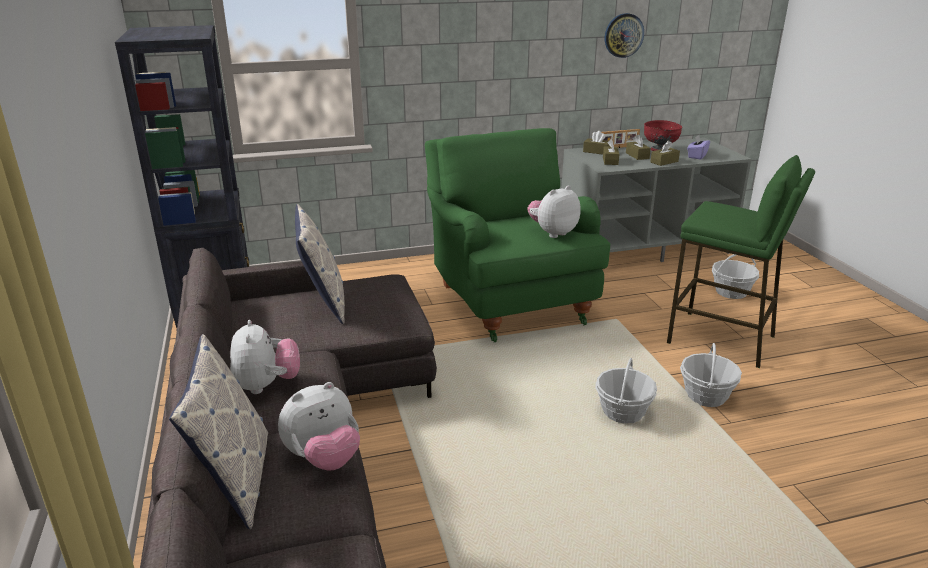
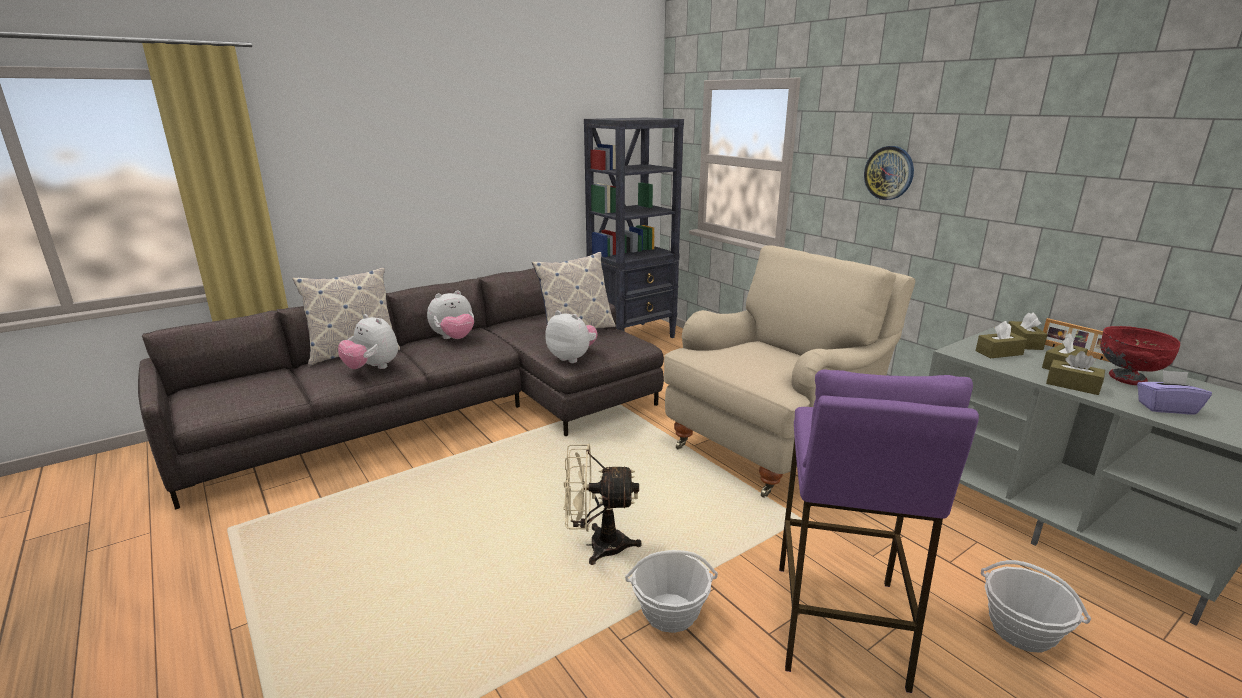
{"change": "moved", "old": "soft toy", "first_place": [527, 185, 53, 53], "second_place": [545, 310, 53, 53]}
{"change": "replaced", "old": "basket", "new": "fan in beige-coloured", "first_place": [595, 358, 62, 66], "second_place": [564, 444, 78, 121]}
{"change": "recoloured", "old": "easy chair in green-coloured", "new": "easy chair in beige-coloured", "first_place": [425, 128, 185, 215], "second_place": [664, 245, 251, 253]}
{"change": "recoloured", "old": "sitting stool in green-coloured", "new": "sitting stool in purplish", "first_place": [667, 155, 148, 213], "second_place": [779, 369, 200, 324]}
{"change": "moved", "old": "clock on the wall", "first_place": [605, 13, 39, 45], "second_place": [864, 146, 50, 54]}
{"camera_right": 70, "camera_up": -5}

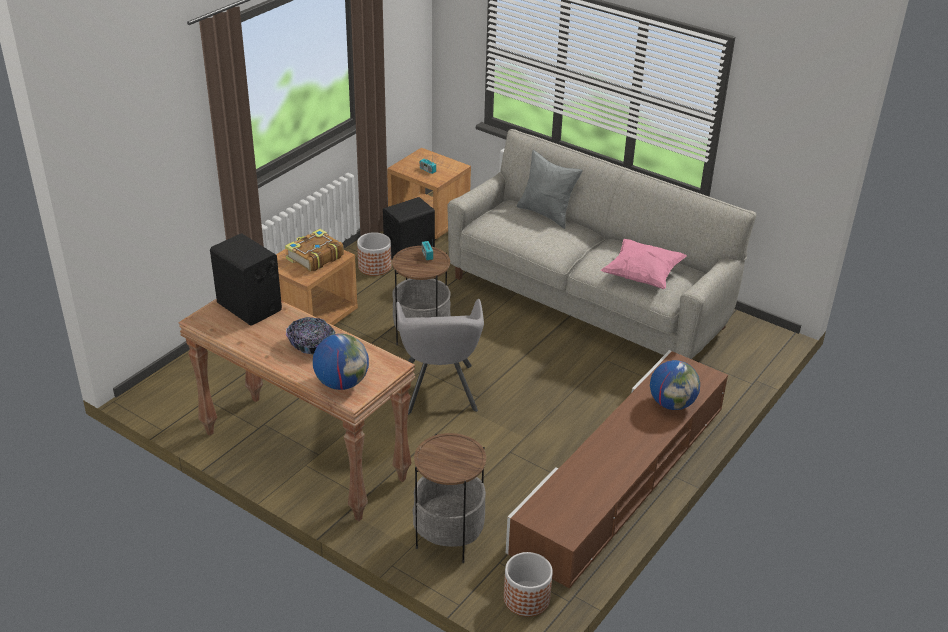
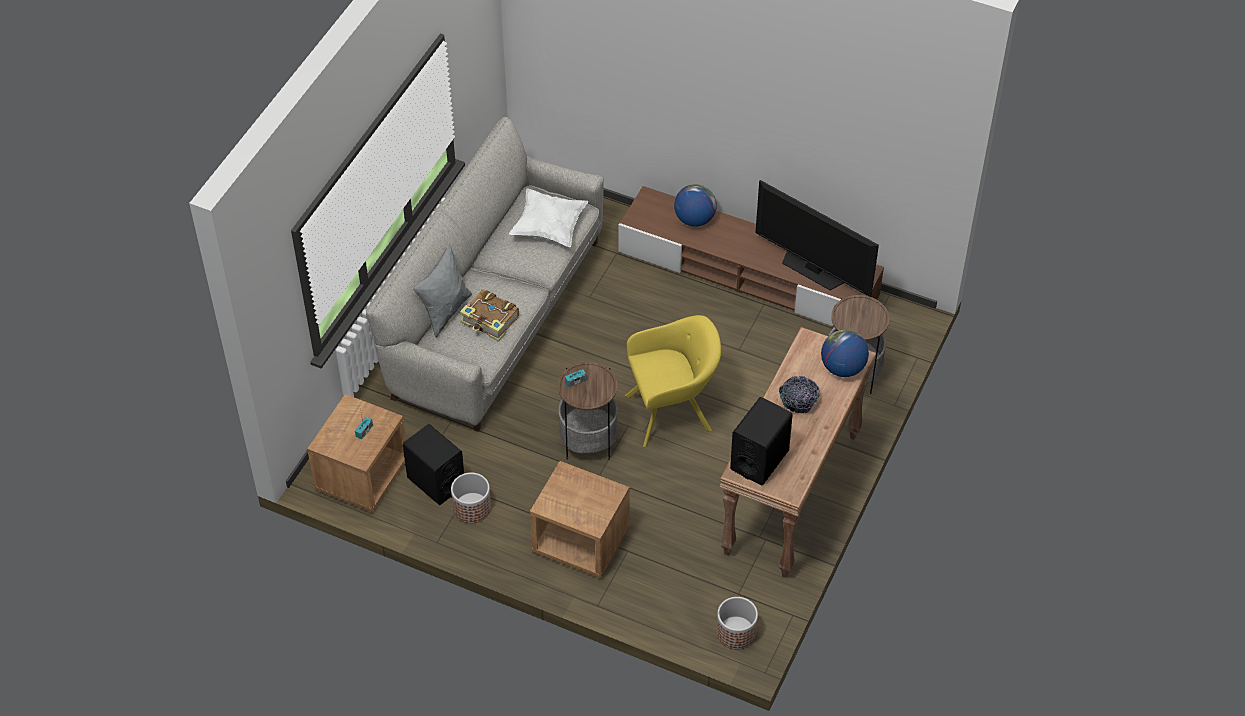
{"change": "moved", "old": "bound book", "first_place": [285, 229, 59, 43], "second_place": [460, 290, 59, 52]}
{"change": "recoloured", "old": "cushion in pink-coloured", "new": "cushion in white-coloured", "first_place": [601, 239, 86, 50], "second_place": [509, 188, 79, 59]}
{"change": "recoloured", "old": "easy chair in greyish", "new": "easy chair in yellow-coloured", "first_place": [396, 299, 88, 116], "second_place": [625, 315, 96, 132]}
{"change": "moved", "old": "plant pot", "first_place": [504, 552, 49, 65], "second_place": [716, 597, 42, 53]}
{"change": "added", "new": "TV set", "second_place": [755, 180, 124, 117]}
{"camera_right": -100, "camera_up": 15}

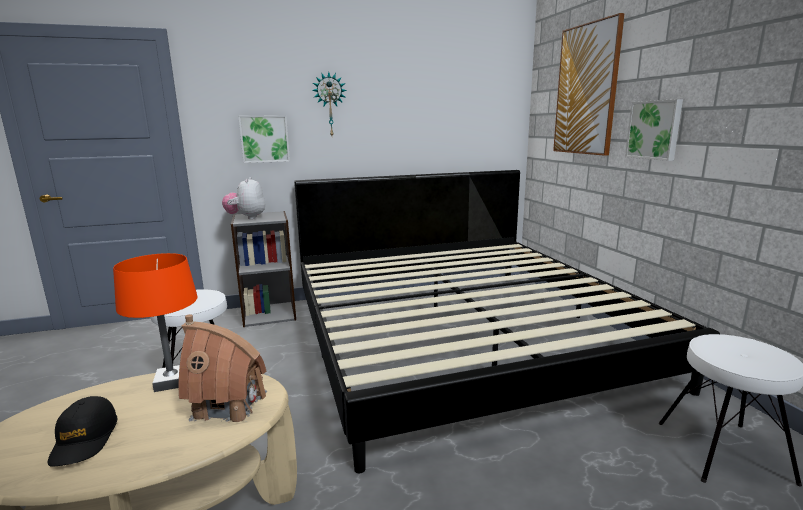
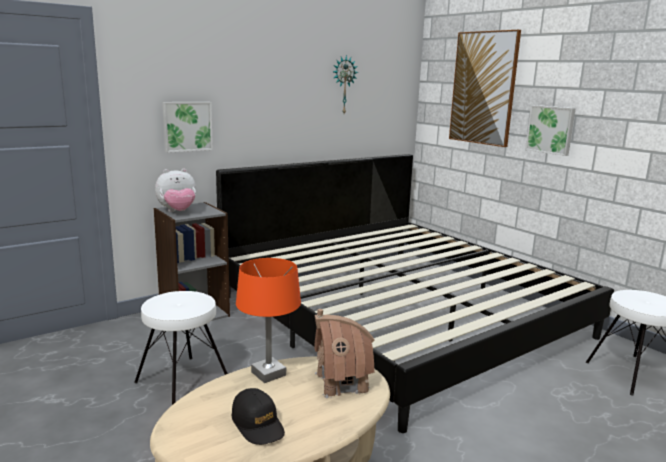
{"change": "turned", "old": "soft toy", "first_place": [222, 177, 43, 42], "second_place": [155, 168, 41, 44], "degrees": -90}
{"change": "moved", "old": "clock on the wall", "first_place": [312, 72, 35, 64], "second_place": [333, 55, 25, 59]}
{"camera_right": -20, "camera_up": 0}

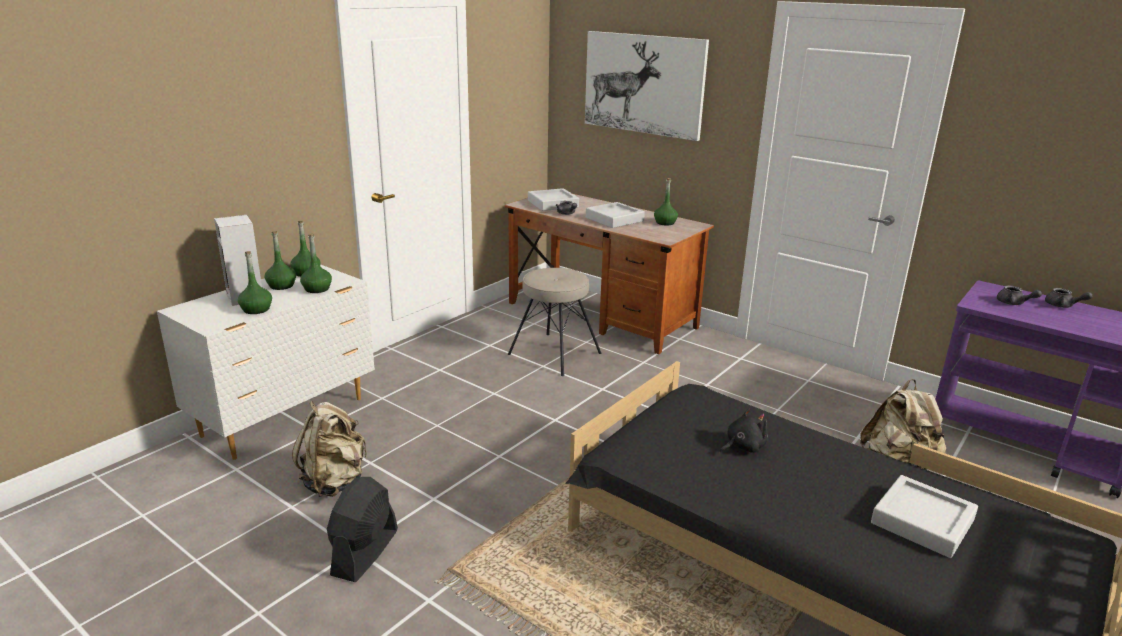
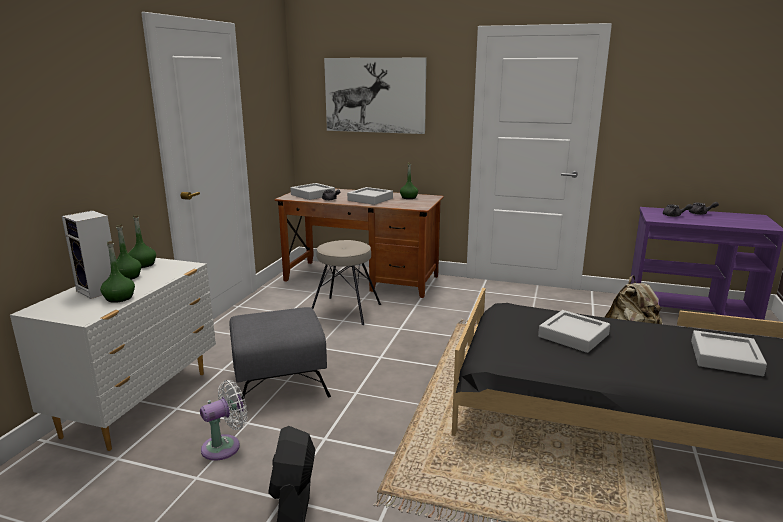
{"change": "replaced", "old": "backpack in beige-coloured", "new": "fan in white-coloured", "first_place": [292, 401, 75, 96], "second_place": [200, 380, 48, 81]}
{"change": "added", "new": "pouffe in greyish", "second_place": [230, 307, 101, 106]}
{"change": "replaced", "old": "soft toy in blackish", "new": "tray in greyish", "first_place": [719, 408, 49, 45], "second_place": [538, 310, 72, 43]}
{"change": "removed", "old": "beverage bottle in green-coloured", "first_place": [300, 234, 32, 59]}
{"camera_right": -20, "camera_up": -5}

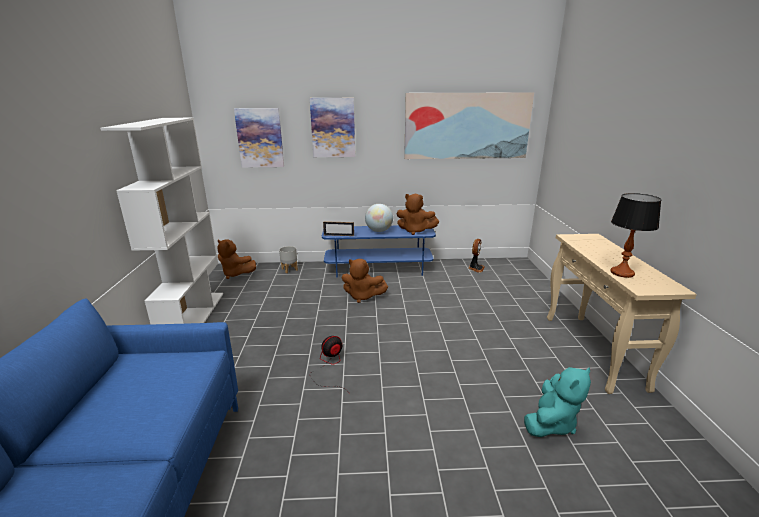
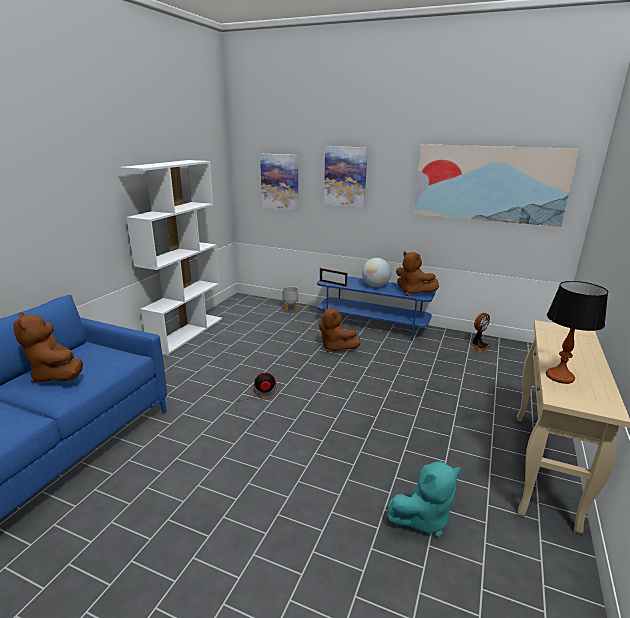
{"change": "moved", "old": "soft toy in brownish", "first_place": [218, 239, 38, 40], "second_place": [13, 312, 70, 71]}
{"camera_right": 25, "camera_up": 0}

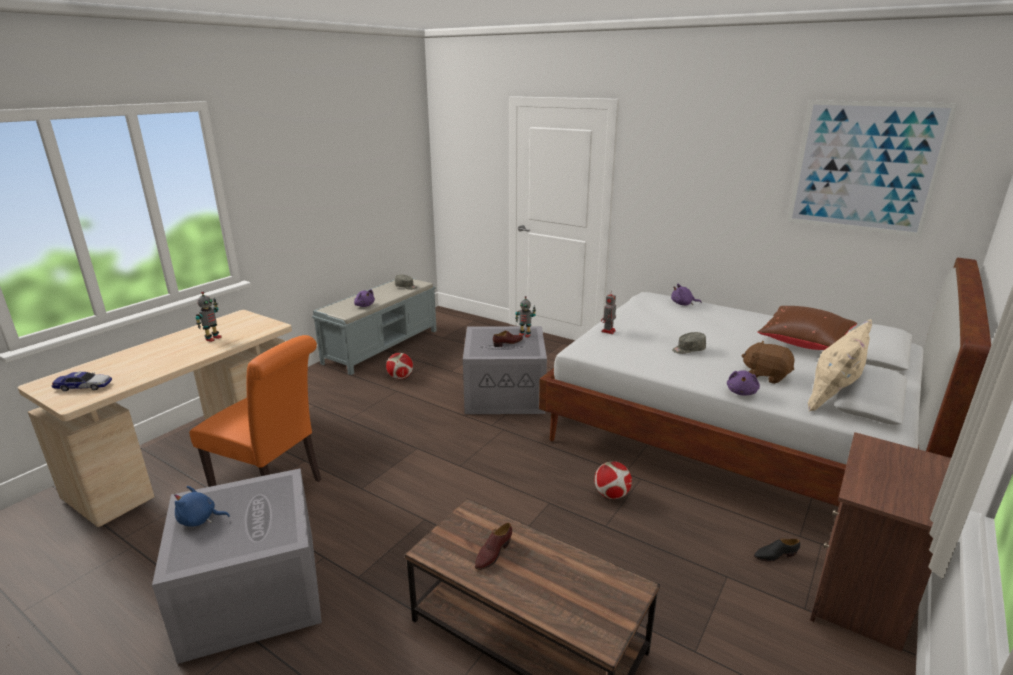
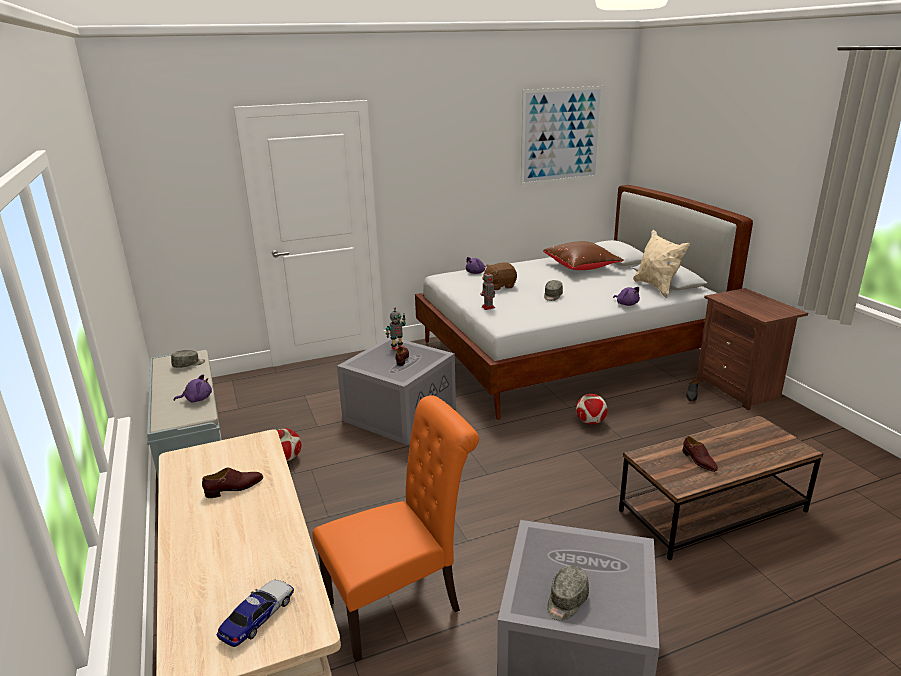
{"change": "replaced", "old": "robot figure", "new": "item of footwear in brownish", "first_place": [195, 291, 27, 51], "second_place": [202, 467, 61, 31]}
{"change": "moved", "old": "soft toy in brownish", "first_place": [741, 341, 54, 43], "second_place": [482, 262, 35, 28]}
{"change": "replaced", "old": "soft toy in blue", "new": "cap in greyish", "first_place": [174, 486, 56, 41], "second_place": [547, 566, 42, 55]}
{"camera_right": -55, "camera_up": 0}

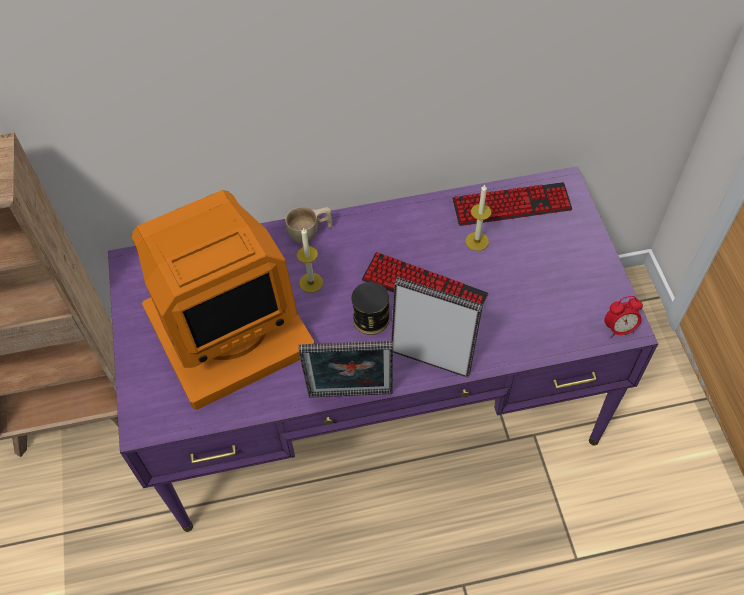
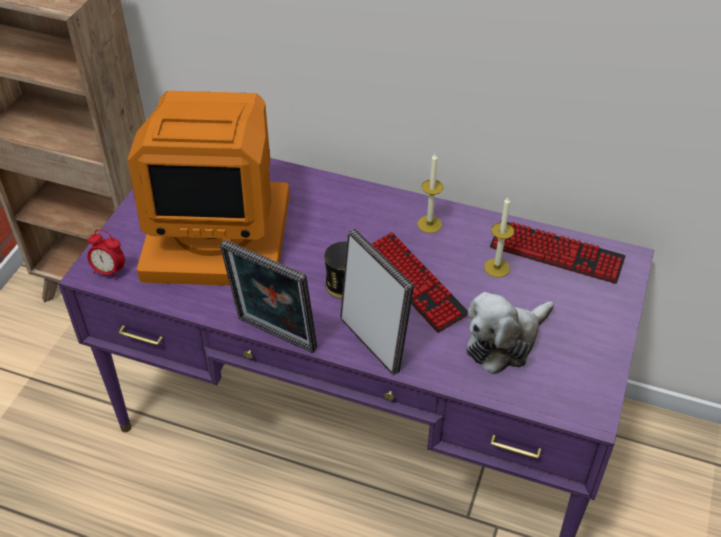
{"change": "moved", "old": "table clock", "first_place": [604, 296, 39, 42], "second_place": [87, 229, 38, 51]}
{"change": "moved", "old": "wax candle", "first_place": [297, 227, 26, 66], "second_place": [417, 154, 26, 79]}
{"change": "added", "new": "soft toy", "second_place": [466, 292, 88, 82]}
{"change": "removed", "old": "drinking cup in beige-coloured", "first_place": [285, 207, 48, 36]}
{"camera_right": 30, "camera_up": -10}

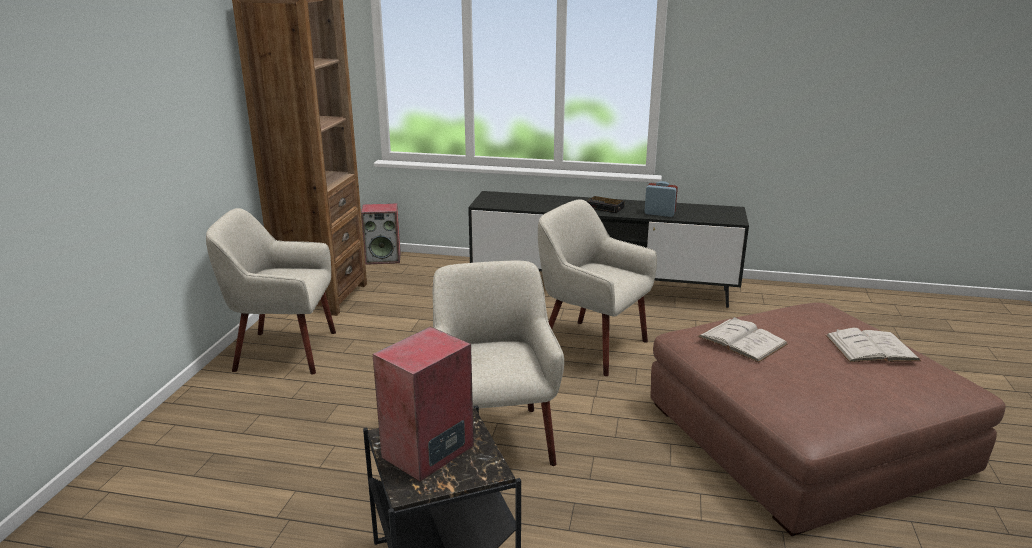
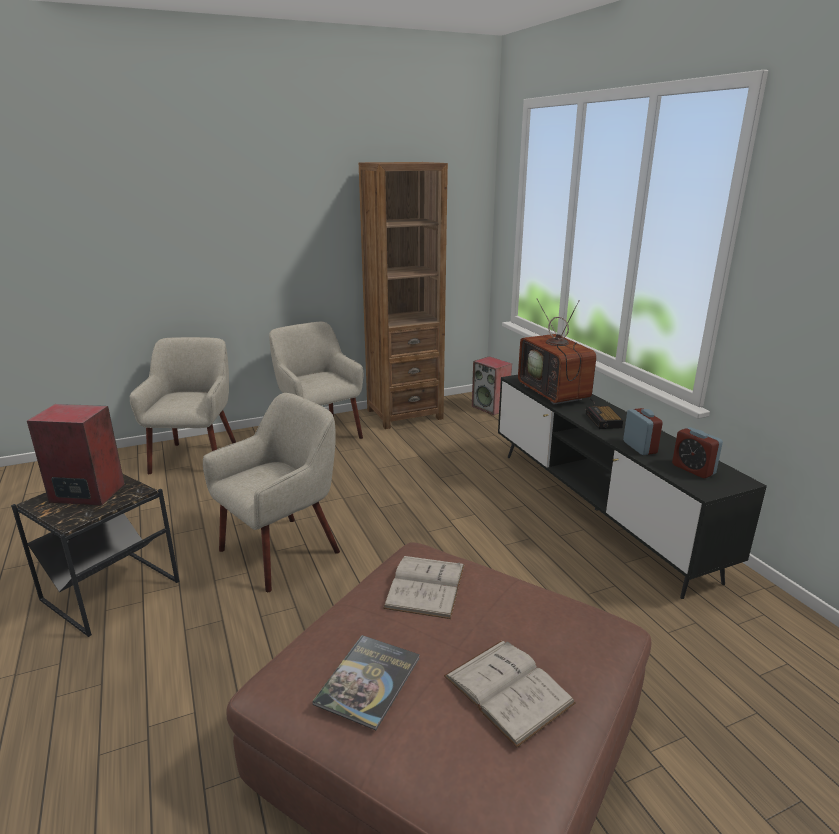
{"change": "moved", "old": "easy chair in beige-coloured", "first_place": [538, 199, 119, 177], "second_place": [130, 337, 106, 137]}
{"change": "added", "new": "bound book", "second_place": [312, 635, 108, 95]}
{"change": "added", "new": "TV set", "second_place": [518, 299, 78, 107]}
{"change": "added", "new": "table clock", "second_place": [672, 427, 51, 51]}
{"camera_right": 55, "camera_up": 0}

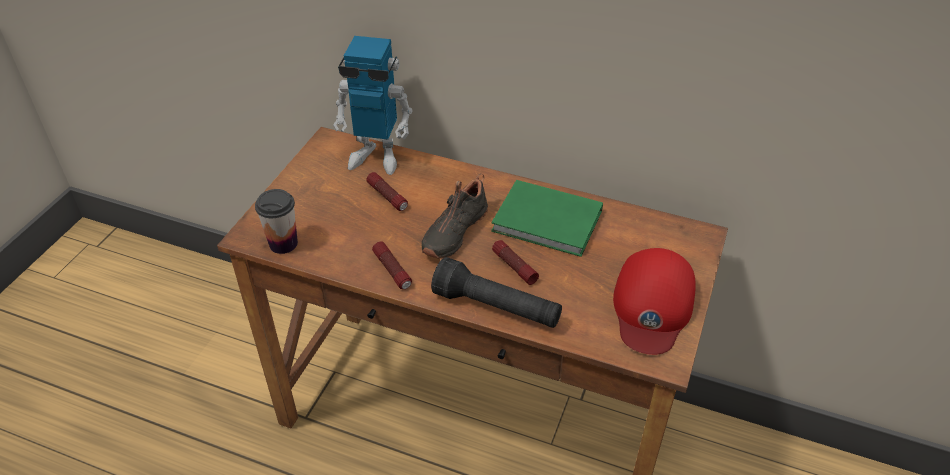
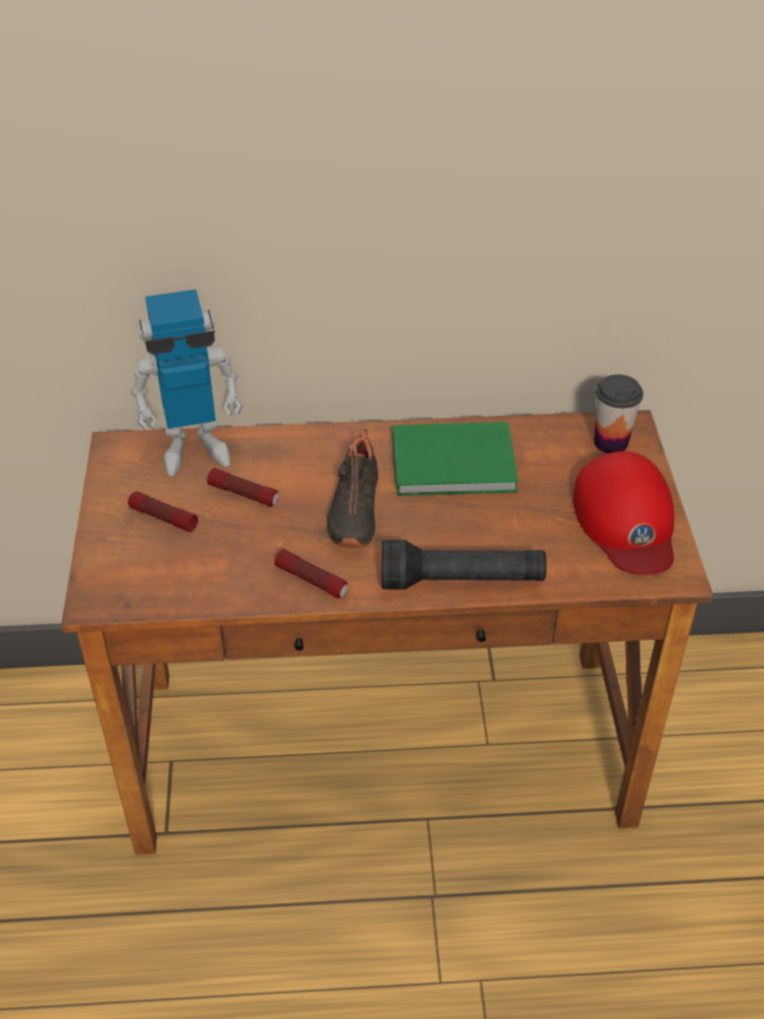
{"change": "moved", "old": "torch", "first_place": [492, 240, 47, 45], "second_place": [128, 491, 70, 41]}
{"change": "moved", "old": "drinking cup", "first_place": [255, 189, 43, 65], "second_place": [594, 374, 49, 79]}
{"camera_right": -25, "camera_up": 0}

